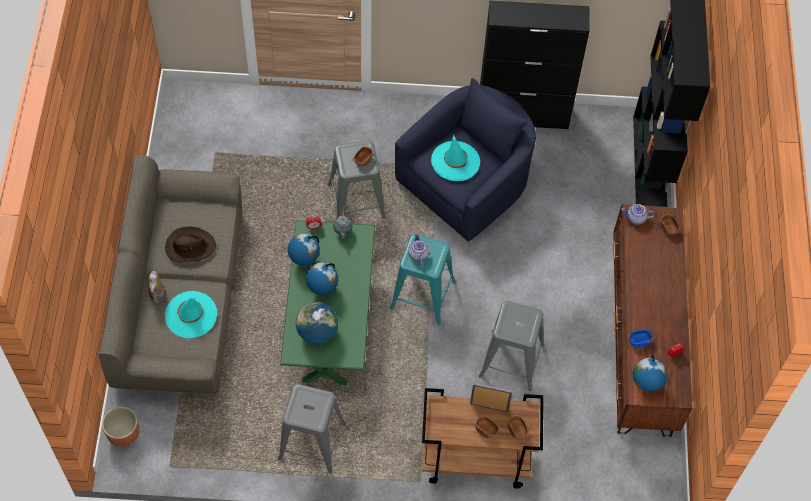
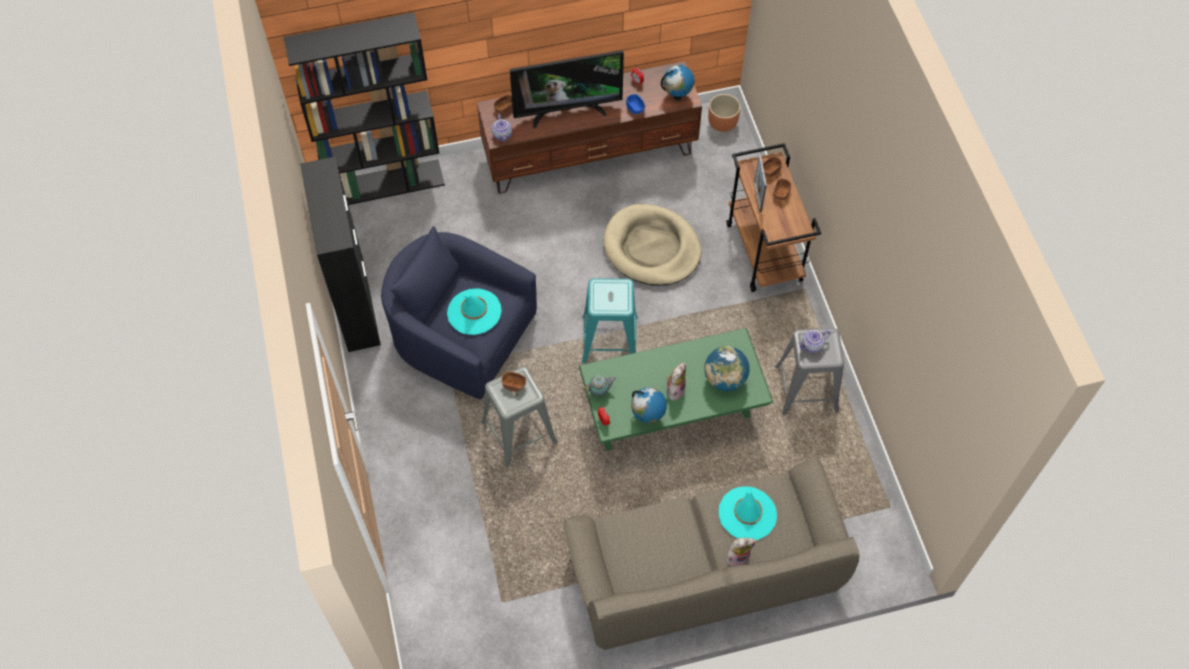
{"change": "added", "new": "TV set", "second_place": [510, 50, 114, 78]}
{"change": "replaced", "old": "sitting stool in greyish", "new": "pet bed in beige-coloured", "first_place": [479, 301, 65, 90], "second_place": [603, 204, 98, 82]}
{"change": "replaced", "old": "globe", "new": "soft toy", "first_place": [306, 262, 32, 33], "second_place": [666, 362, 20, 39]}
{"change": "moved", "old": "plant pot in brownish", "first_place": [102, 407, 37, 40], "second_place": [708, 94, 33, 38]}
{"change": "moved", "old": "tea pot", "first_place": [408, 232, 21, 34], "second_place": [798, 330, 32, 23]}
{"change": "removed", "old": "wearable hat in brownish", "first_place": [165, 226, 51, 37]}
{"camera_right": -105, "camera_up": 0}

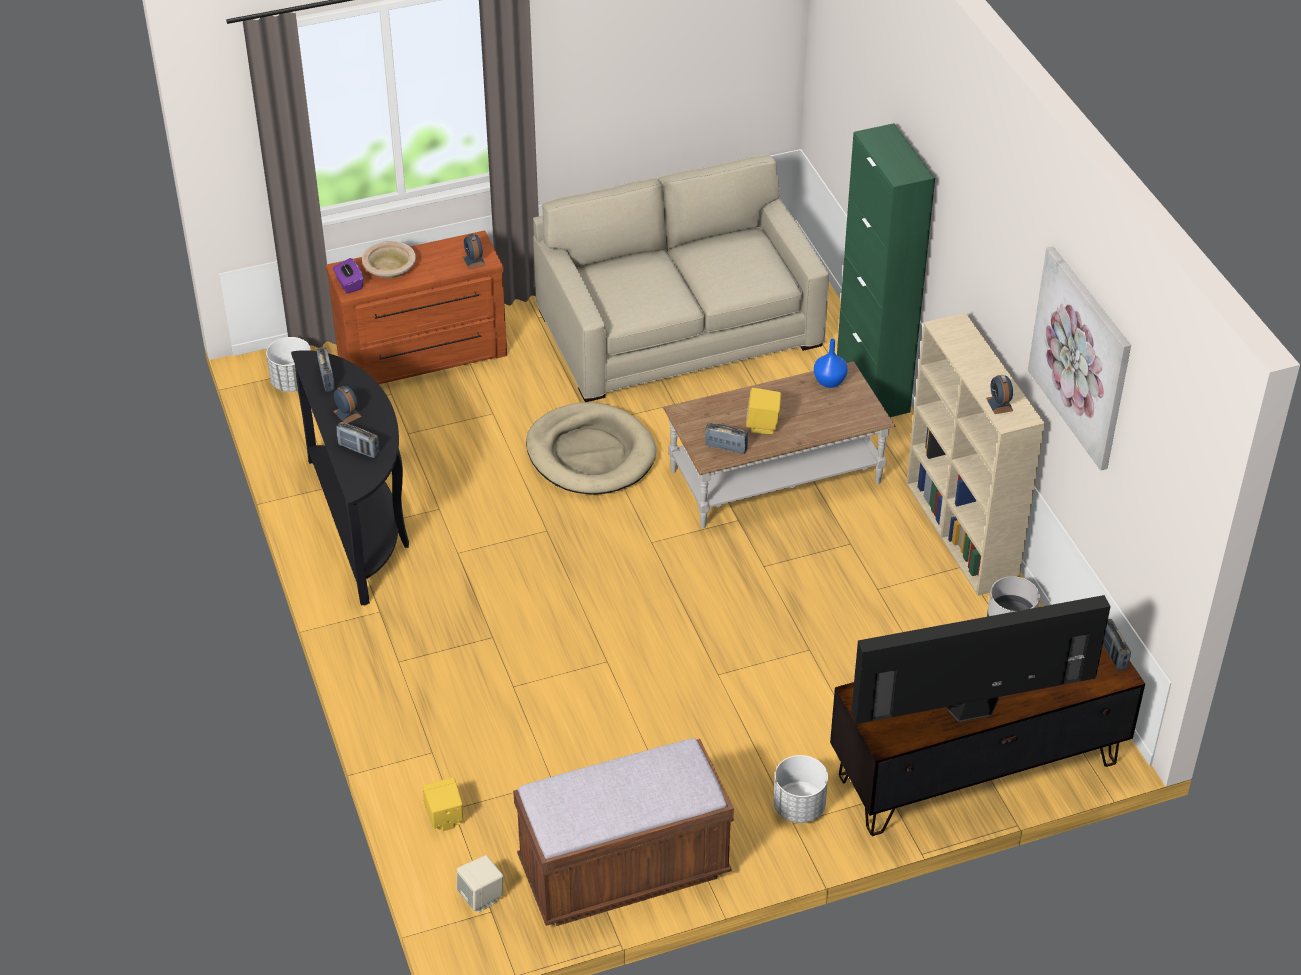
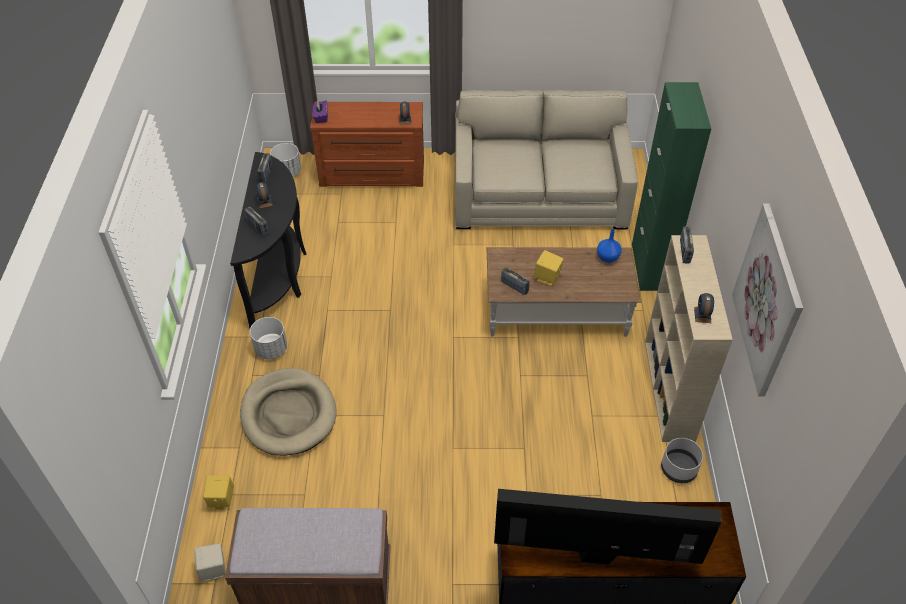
{"change": "moved", "old": "pet bed in beige-coloured", "first_place": [526, 402, 130, 93], "second_place": [240, 368, 97, 88]}
{"change": "moved", "old": "plant pot in white-coloured", "first_place": [773, 755, 55, 68], "second_place": [250, 317, 37, 42]}
{"change": "moved", "old": "radio receiver", "first_place": [1103, 619, 28, 52], "second_place": [680, 227, 14, 37]}
{"change": "removed", "old": "serving bowl in beige-coloured", "first_place": [362, 241, 54, 38]}
{"camera_right": 20, "camera_up": 5}

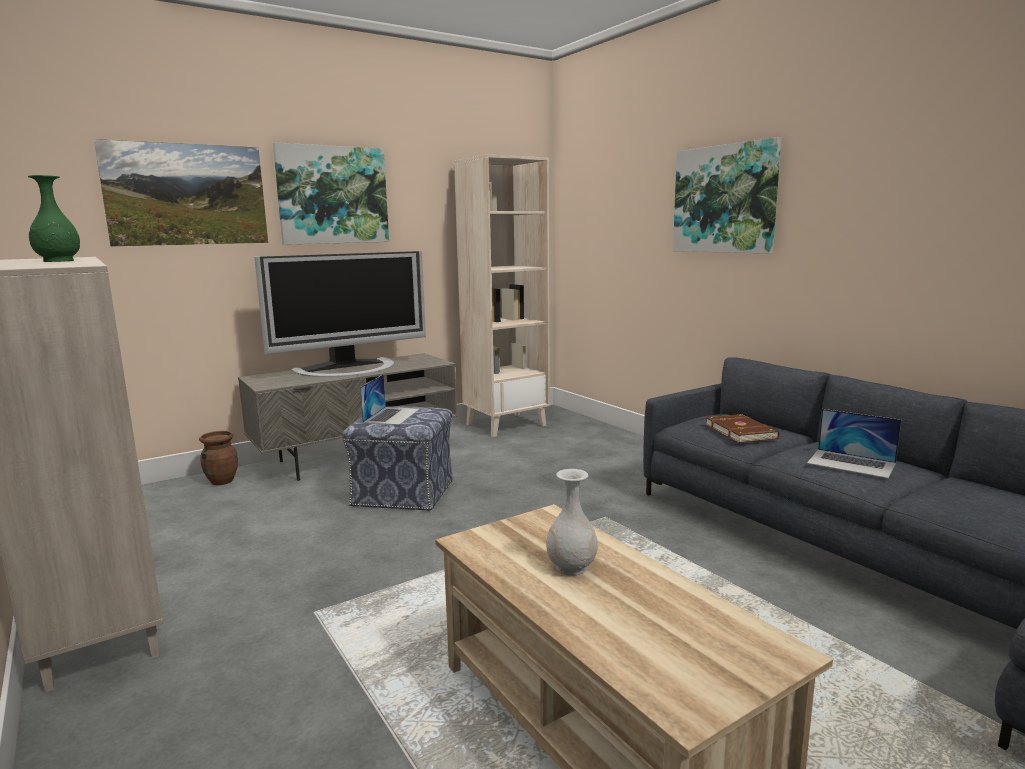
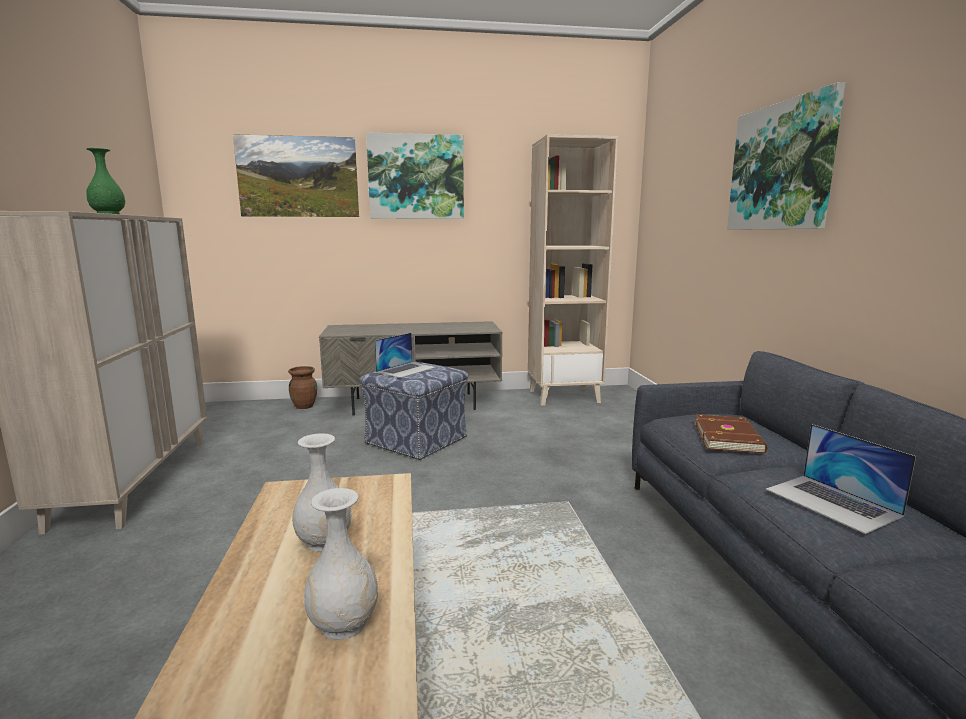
{"change": "added", "new": "decorative vase in white-coloured", "second_place": [304, 488, 74, 152]}
{"change": "removed", "old": "TV set", "first_place": [254, 251, 172, 126]}
{"camera_right": 25, "camera_up": 0}

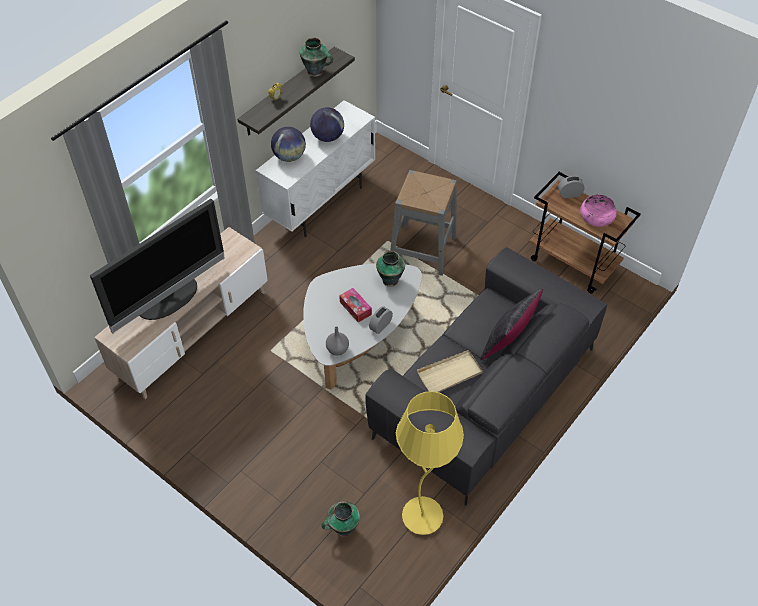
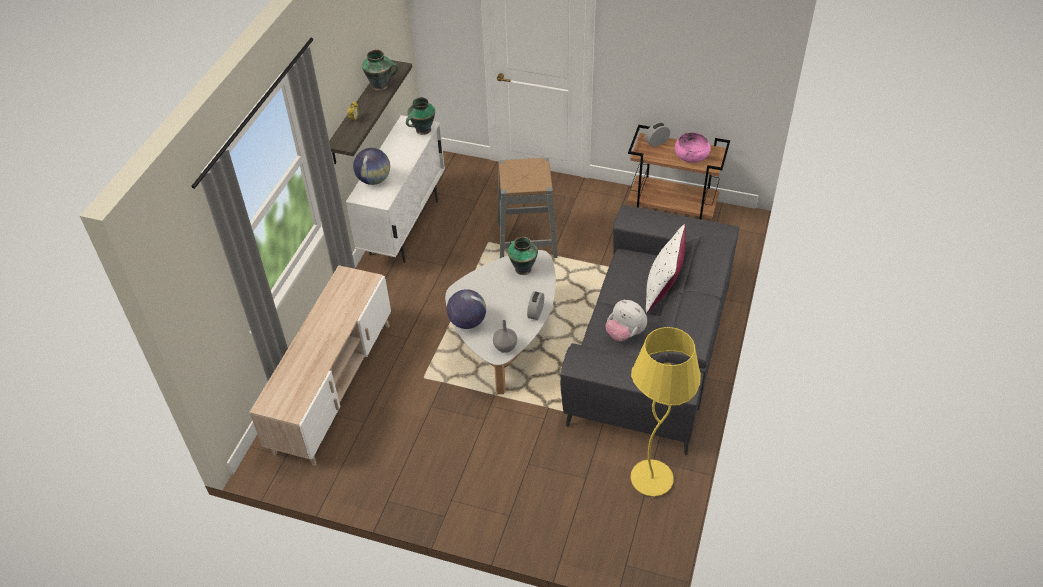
{"change": "moved", "old": "decorative vase", "first_place": [321, 501, 39, 36], "second_place": [406, 97, 29, 38]}
{"change": "moved", "old": "globe", "first_place": [310, 107, 34, 35], "second_place": [447, 289, 39, 40]}
{"change": "replaced", "old": "tray in beige-coloured", "new": "soft toy", "first_place": [417, 350, 66, 42], "second_place": [606, 300, 41, 41]}
{"change": "recoloured", "old": "cushion in blackish", "new": "cushion in white-coloured", "first_place": [480, 288, 63, 72], "second_place": [646, 224, 40, 89]}
{"change": "removed", "old": "TV set", "first_place": [90, 199, 135, 135]}
{"change": "removed", "old": "tissue box", "first_place": [339, 288, 33, 34]}
{"camera_right": -20, "camera_up": -5}

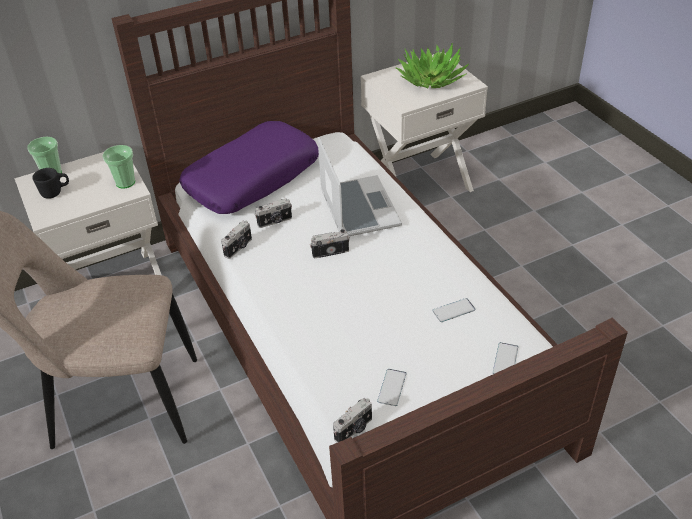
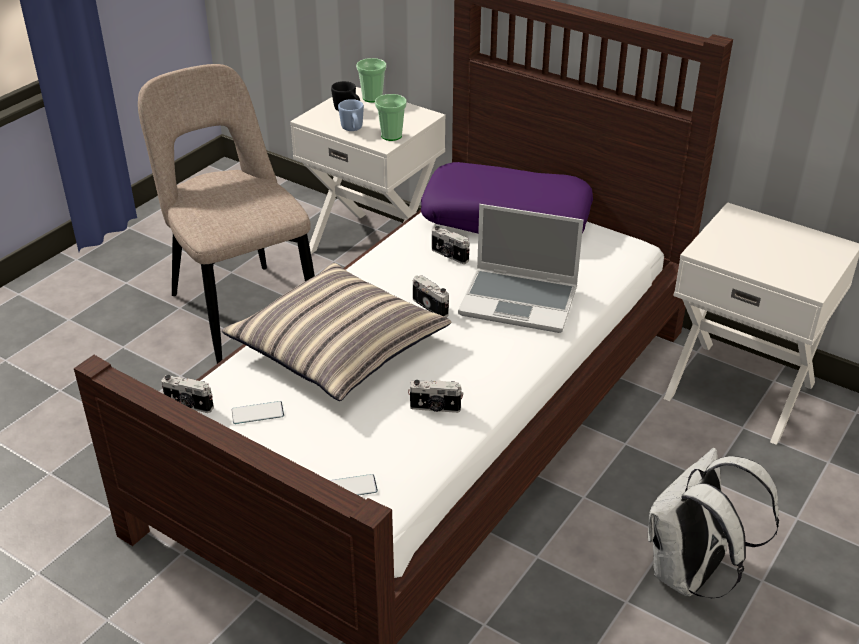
{"change": "added", "new": "cushion", "second_place": [222, 263, 229, 138]}
{"change": "added", "new": "coffee mug in blue", "second_place": [338, 99, 26, 32]}
{"change": "moved", "old": "still camera", "first_place": [221, 221, 31, 38], "second_place": [408, 380, 55, 33]}
{"change": "turned", "old": "laptop", "first_place": [318, 137, 84, 99], "second_place": [458, 204, 126, 129], "degrees": 60}
{"change": "added", "new": "backpack in white-coloured", "second_place": [648, 448, 131, 150]}
{"change": "removed", "old": "potted plant", "first_place": [396, 43, 73, 46]}
{"change": "removed", "old": "handset", "first_place": [432, 298, 44, 24]}
{"camera_right": 60, "camera_up": -5}

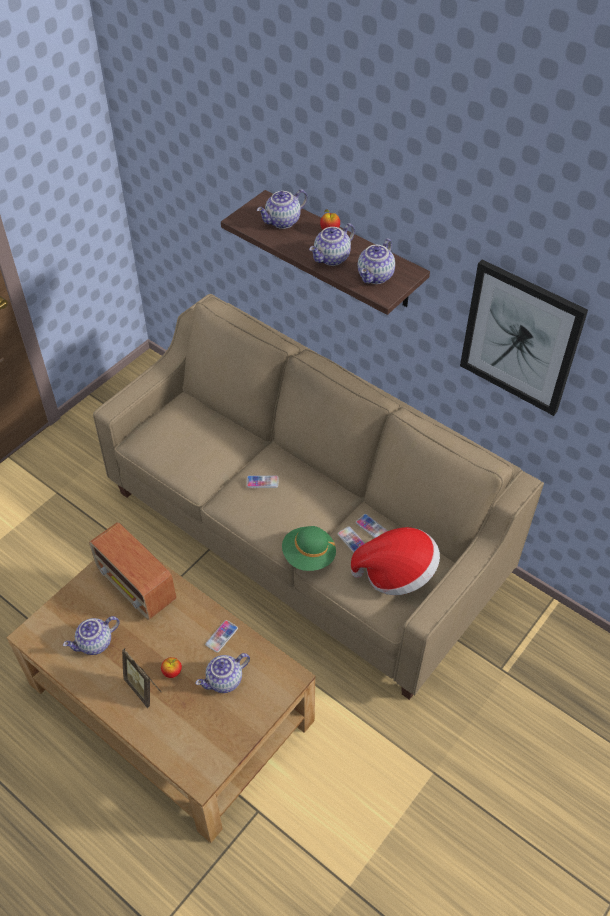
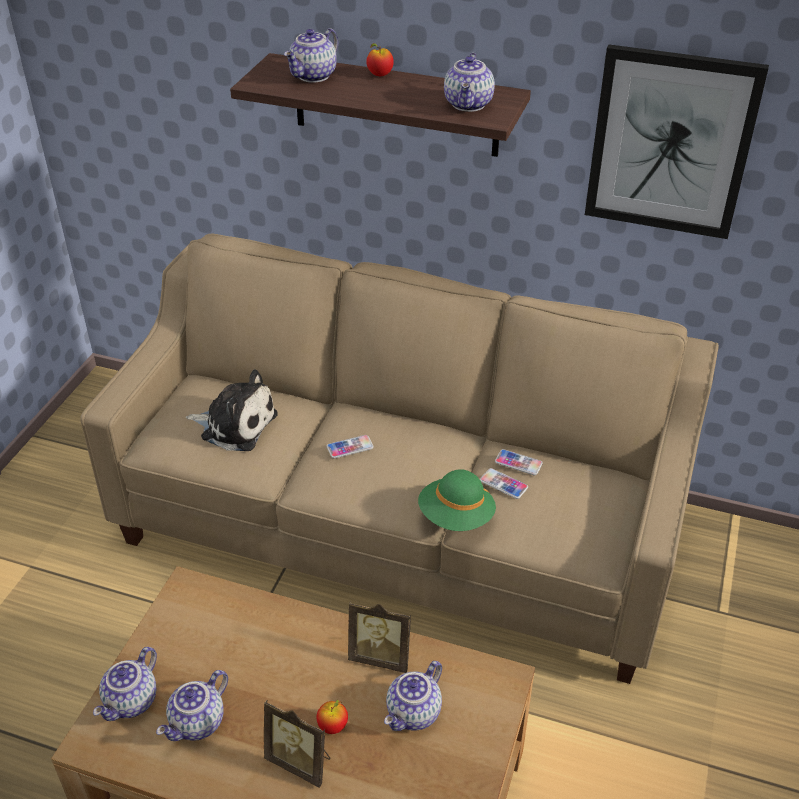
{"change": "moved", "old": "tea pot", "first_place": [309, 223, 46, 43], "second_place": [93, 647, 64, 74]}
{"change": "added", "new": "soft toy", "second_place": [186, 369, 92, 82]}
{"change": "replaced", "old": "handset", "new": "picture frame", "first_place": [205, 620, 33, 33], "second_place": [348, 601, 63, 72]}
{"change": "removed", "old": "radio receiver", "first_place": [89, 522, 87, 98]}
{"change": "removed", "old": "wearable hat", "first_place": [351, 527, 89, 68]}
{"camera_right": -20, "camera_up": -10}

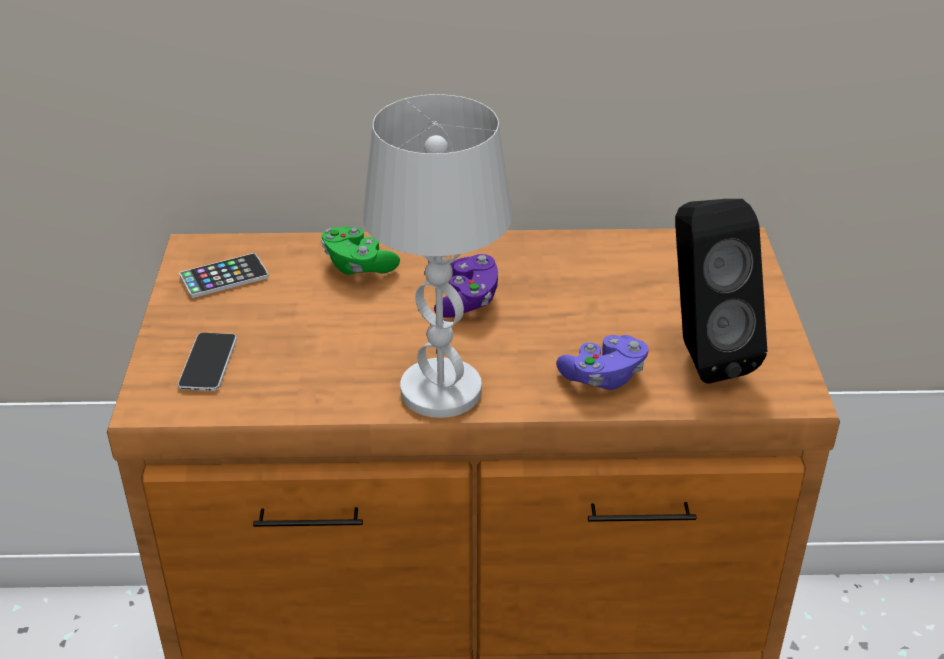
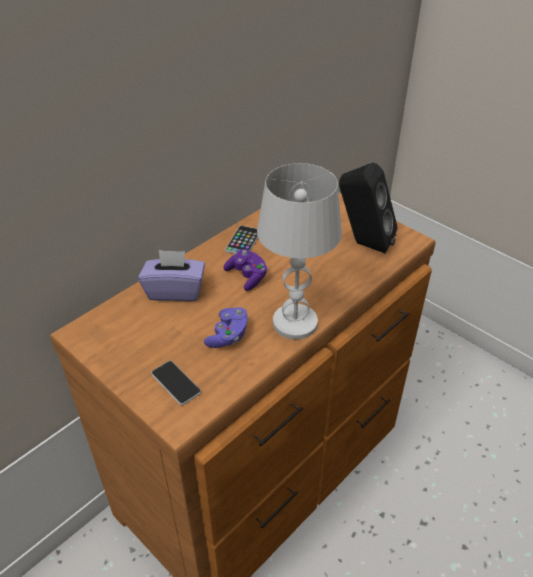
{"change": "replaced", "old": "gamepad in green-coloured", "new": "tissue box in purplish", "first_place": [321, 227, 79, 48], "second_place": [138, 250, 67, 51]}
{"change": "moved", "old": "gamepad in purplish", "first_place": [556, 335, 93, 55], "second_place": [204, 307, 45, 41]}
{"change": "moved", "old": "handset", "first_place": [179, 253, 90, 45], "second_place": [225, 225, 33, 29]}
{"camera_right": -45, "camera_up": 5}

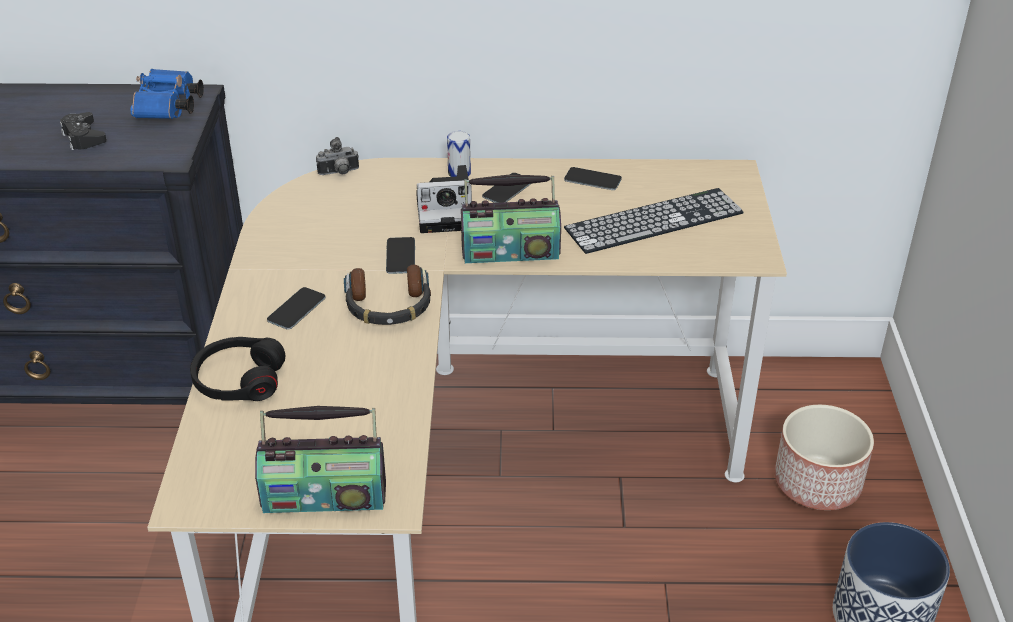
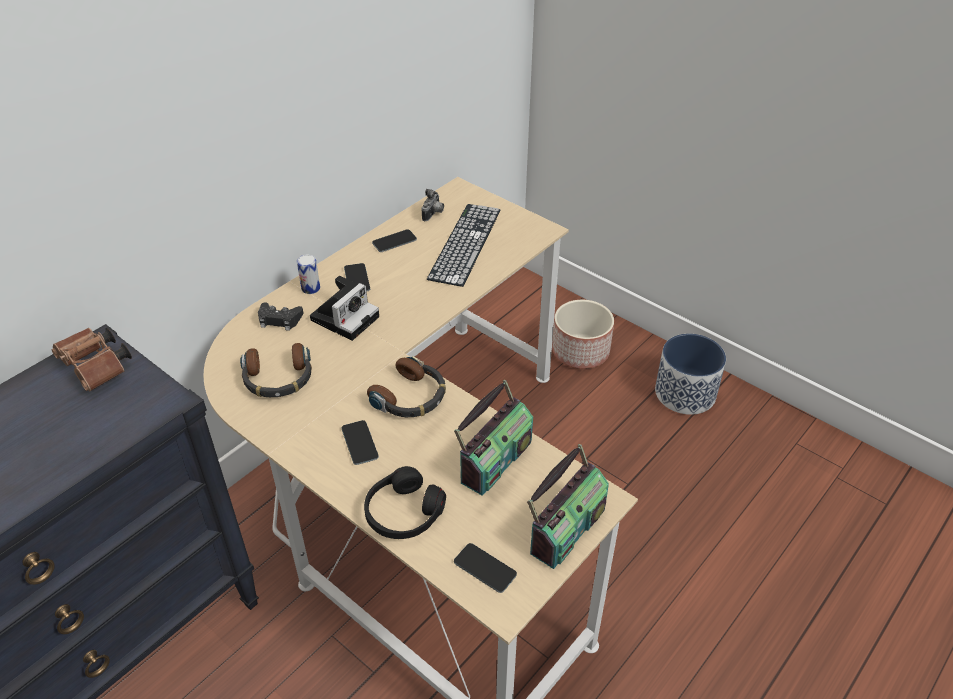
{"change": "recoloured", "old": "field glasses in blue", "new": "field glasses in brownish", "first_place": [131, 69, 73, 50], "second_place": [51, 328, 81, 63]}
{"change": "added", "new": "headphones", "second_place": [240, 343, 72, 54]}
{"change": "moved", "old": "gamepad in blackish", "first_place": [60, 112, 47, 38], "second_place": [258, 302, 46, 29]}
{"change": "moved", "old": "still camera", "first_place": [316, 137, 43, 38], "second_place": [422, 189, 22, 32]}
{"change": "moved", "old": "radio receiver", "first_place": [461, 175, 100, 88], "second_place": [454, 380, 79, 116]}
{"change": "moved", "old": "handset", "first_place": [386, 237, 29, 37], "second_place": [454, 543, 63, 50]}
{"camera_right": -50, "camera_up": 5}

